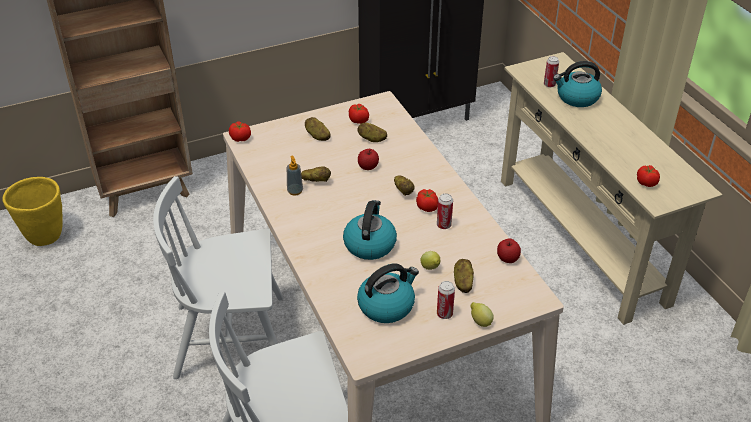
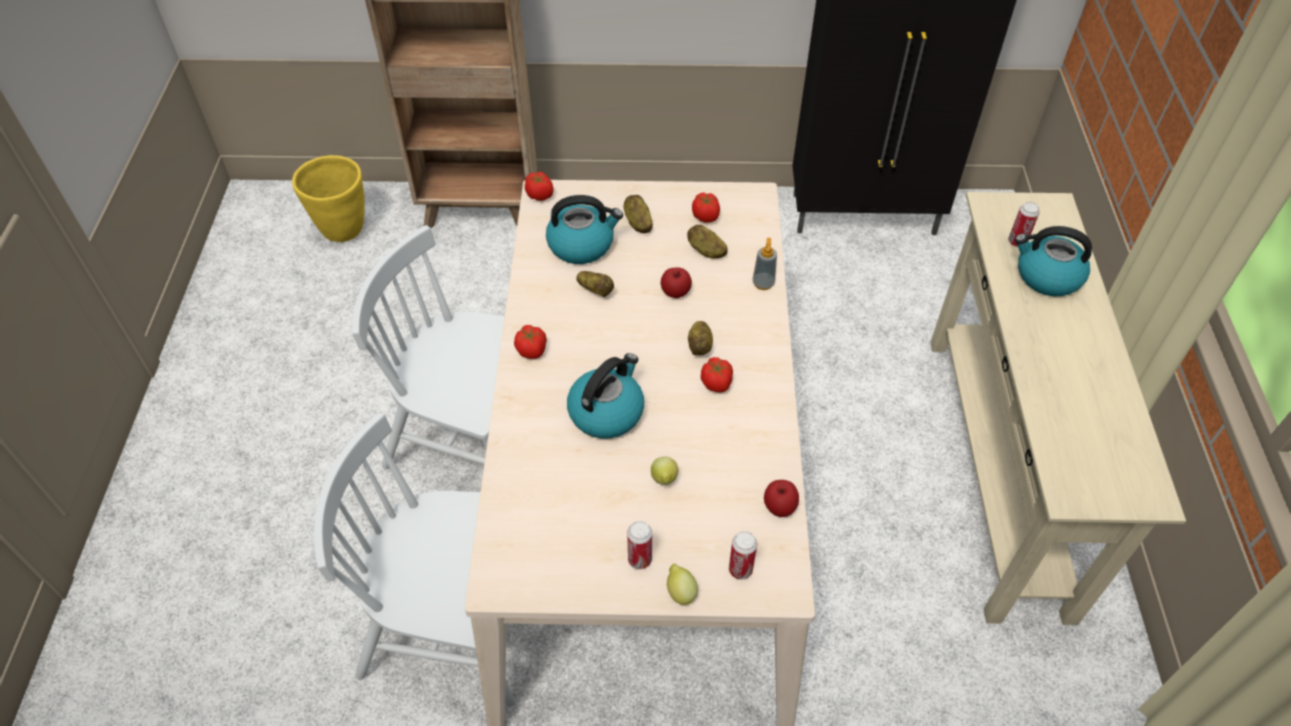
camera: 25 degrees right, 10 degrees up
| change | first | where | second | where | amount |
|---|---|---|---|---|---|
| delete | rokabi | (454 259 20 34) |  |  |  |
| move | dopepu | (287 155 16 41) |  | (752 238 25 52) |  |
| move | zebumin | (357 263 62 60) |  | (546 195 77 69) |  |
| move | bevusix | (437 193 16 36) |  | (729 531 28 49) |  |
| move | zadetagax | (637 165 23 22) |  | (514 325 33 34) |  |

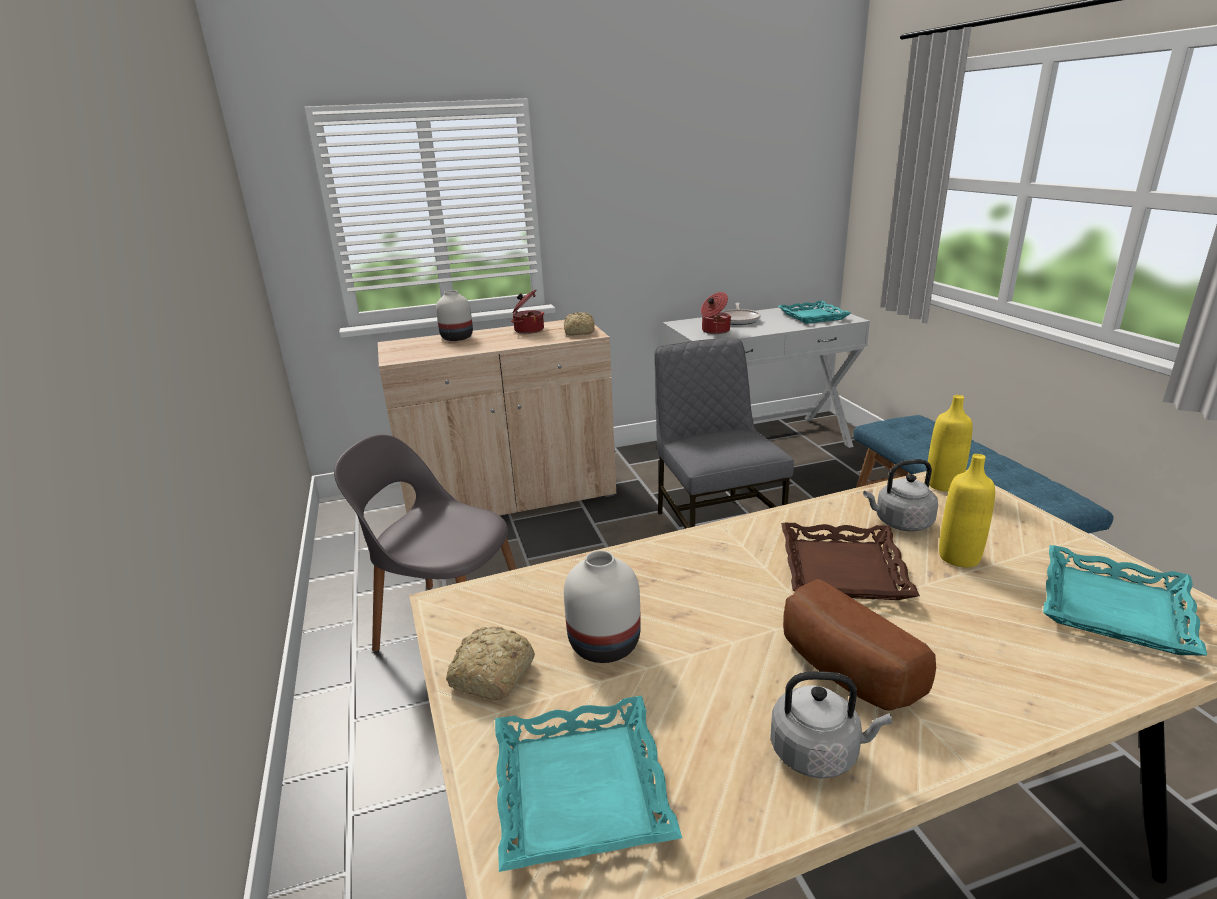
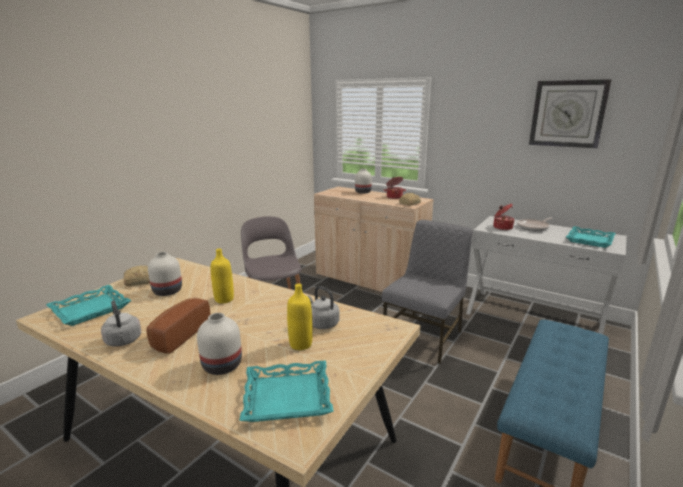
camera: 50 degrees right, 5 degrees down
| change | first | where | second | where | amount |
|---|---|---|---|---|---|
| delete | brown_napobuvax | (781 523 139 77) |  |  |  |
| insert |  |  | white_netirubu | (197 313 45 62) |  |
| insert |  |  | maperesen | (529 79 83 69) |  |
| move | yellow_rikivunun | (928 395 45 96) |  | (211 248 23 56) |  |

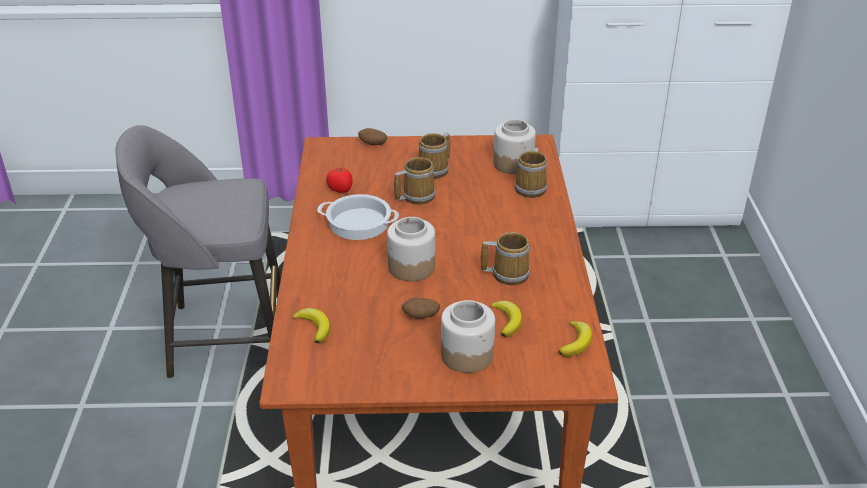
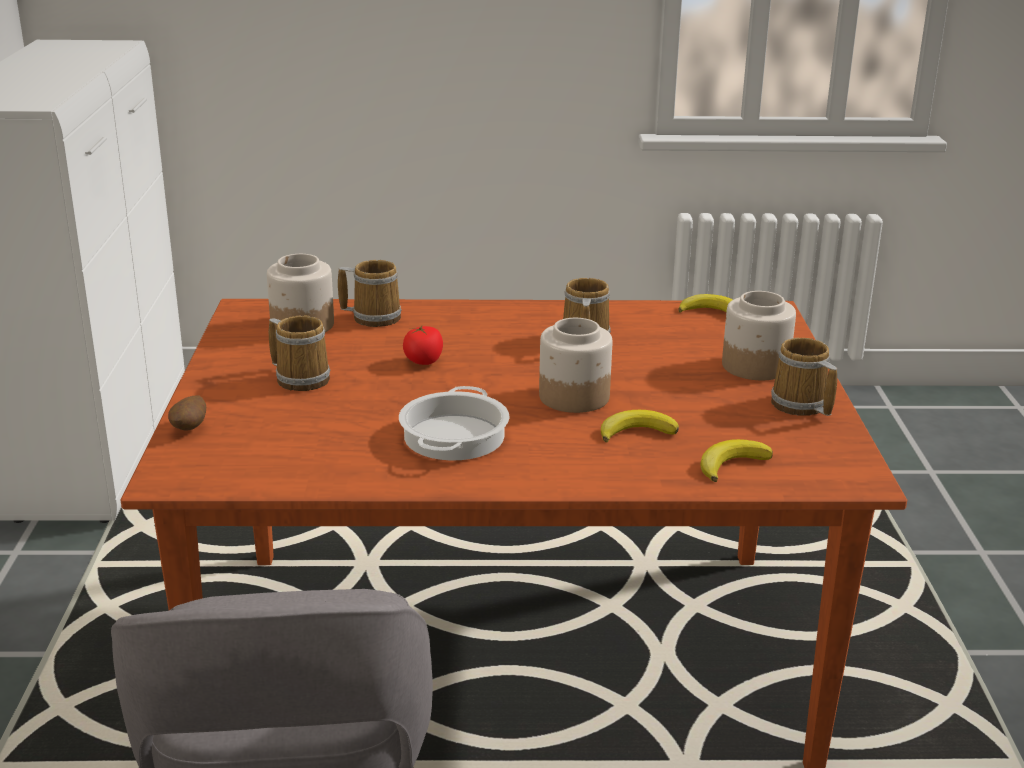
camera: 90 degrees left, 10 degrees down
| change | first | where | second | where | amount |
|---|---|---|---|---|---|
| delete | rokabi | (402 298 38 21) |  |  |  |
| move | zadetagax | (326 166 26 27) |  | (403 326 40 39) |  |
| move | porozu | (394 157 41 48) |  | (771 338 66 78) |  |
| move | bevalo | (490 301 32 36) |  | (601 410 78 32) |  |

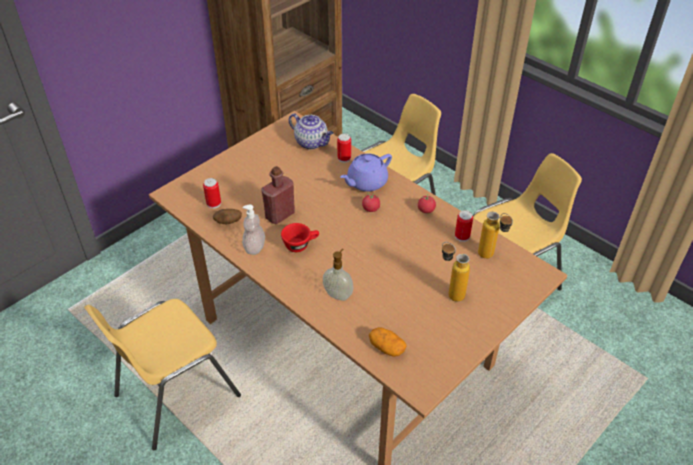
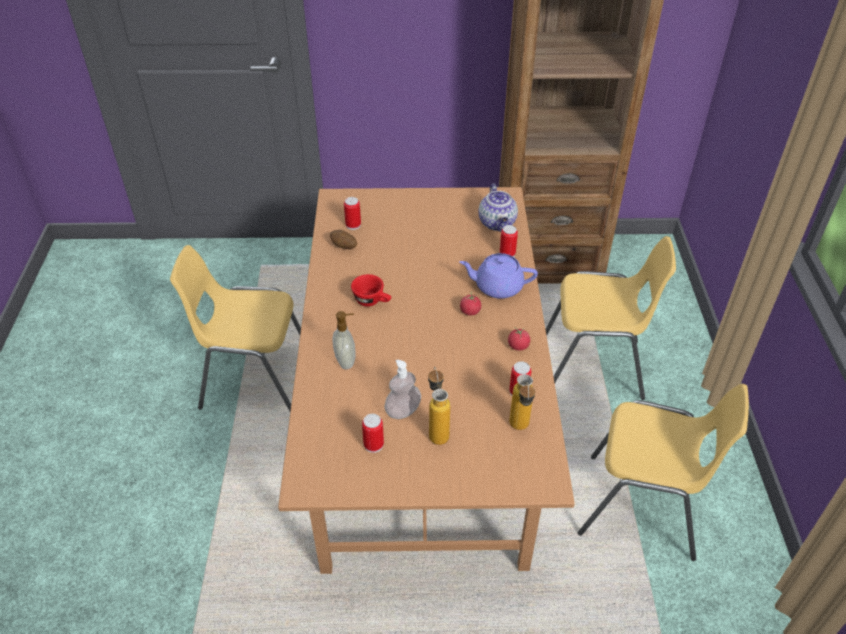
camera: 45 degrees right, 0 degrees up
| change | first | where | second | where | amount |
|---|---|---|---|---|---|
| delete | red_rikivunun | (261 166 34 58) |  |  |  |
| delete | rokabi | (369 327 38 30) |  |  |  |
| insert |  |  | bevusix | (362 414 22 39) |  |
| move | dopepu | (242 205 23 50) |  | (384 360 37 59) |  |

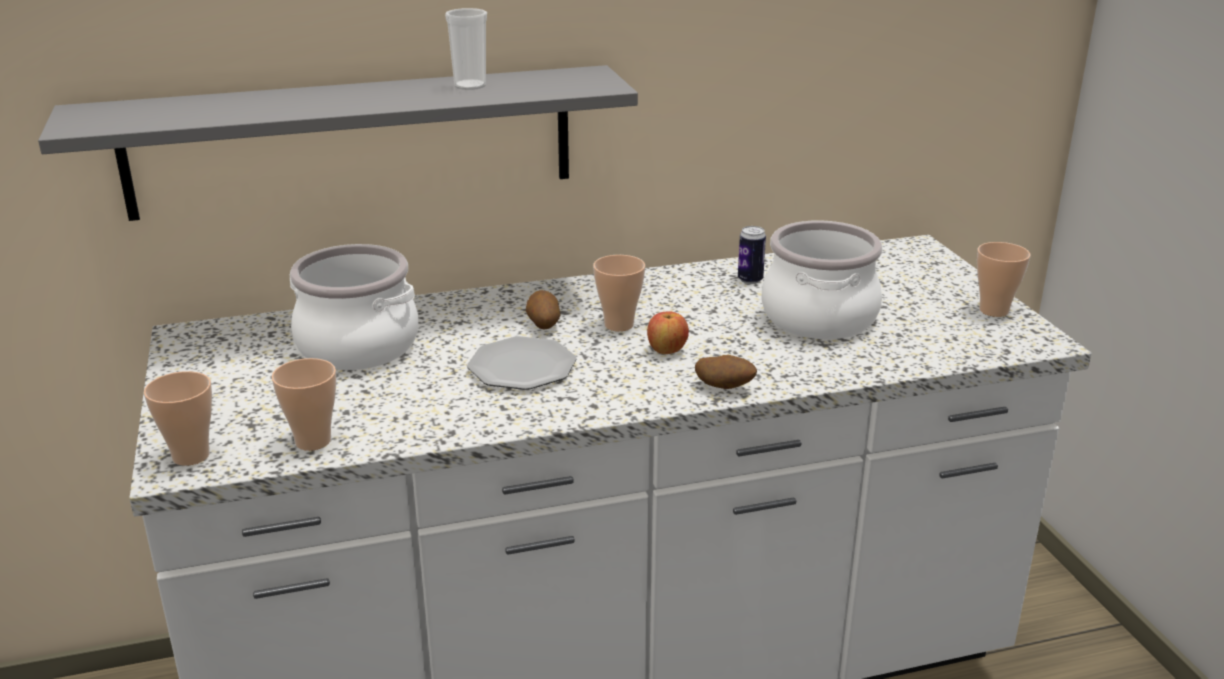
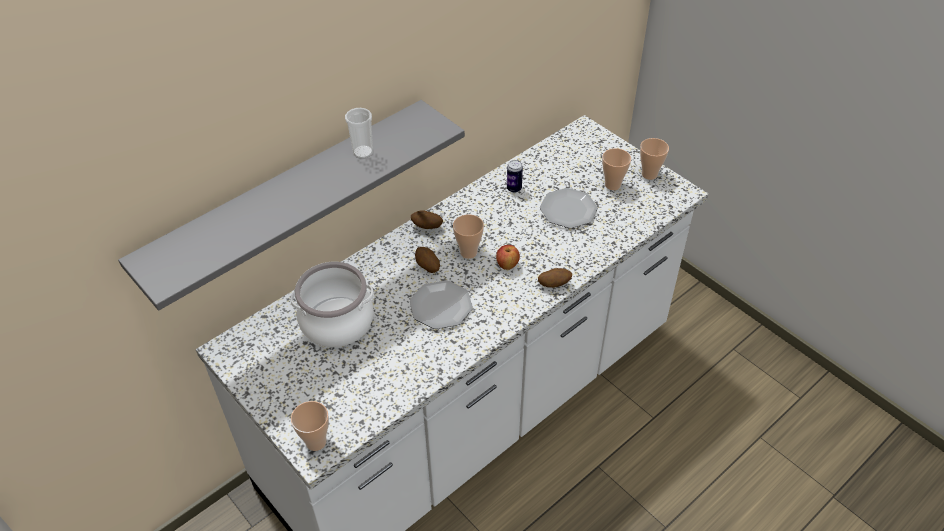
camera: 25 degrees left, 20 degrees up
| change | first | where | second | where | amount |
|---|---|---|---|---|---|
| insert |  |  | rokabi | (411 210 32 19) |  |
| move | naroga | (271 358 65 93) |  | (602 148 29 42) |  |
| replace | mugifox | (762 220 120 119) | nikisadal | (540 188 58 40) |  |

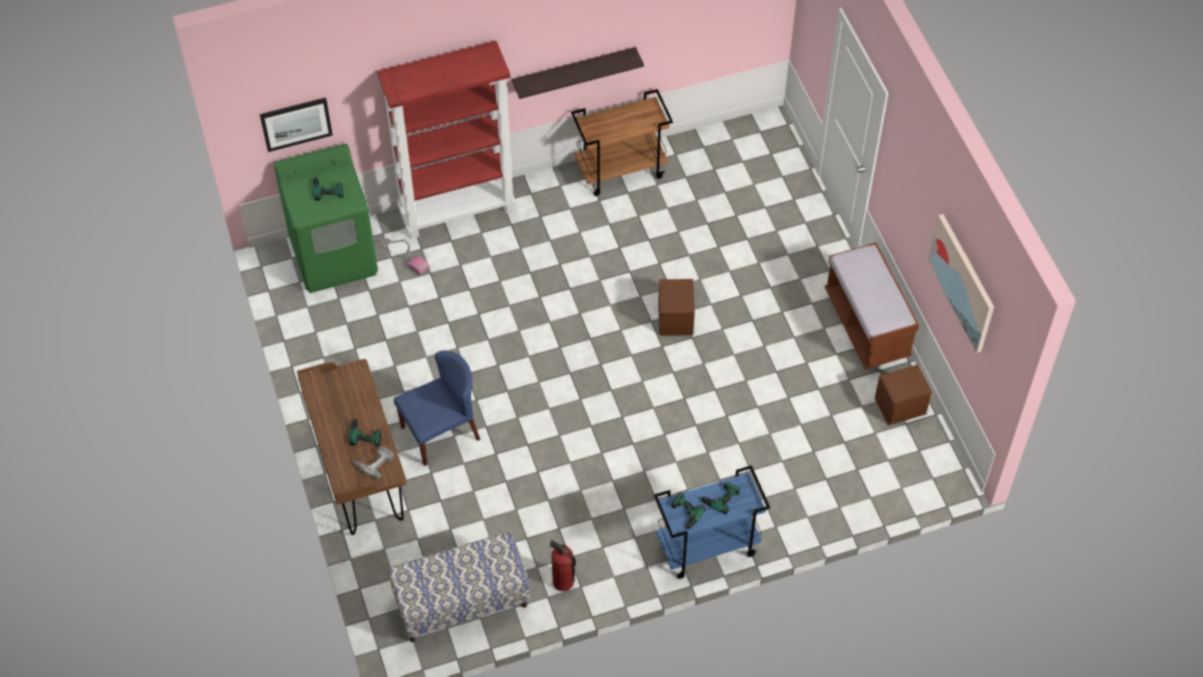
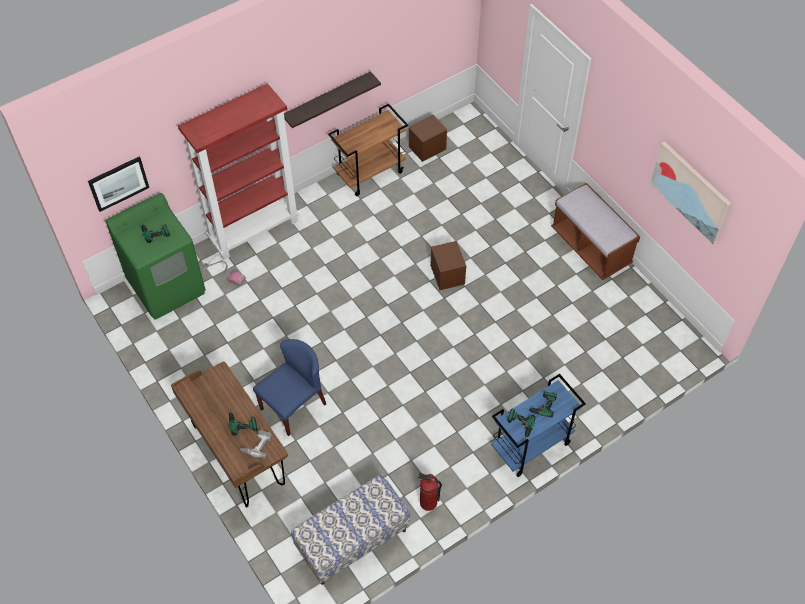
camera: 15 degrees left, 0 degrees up
| change | first | where | second | where | amount |
|---|---|---|---|---|---|
| move | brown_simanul | (874 364 58 62) |  | (408 115 39 47) |  |

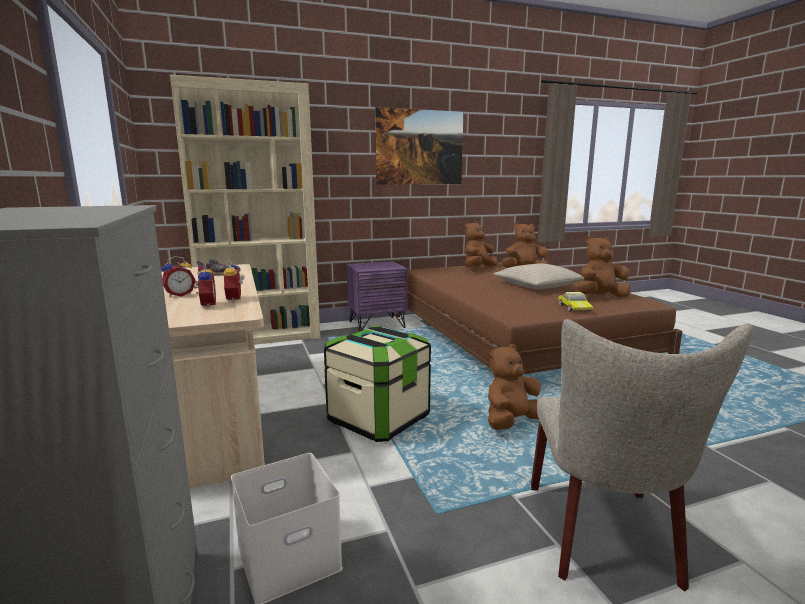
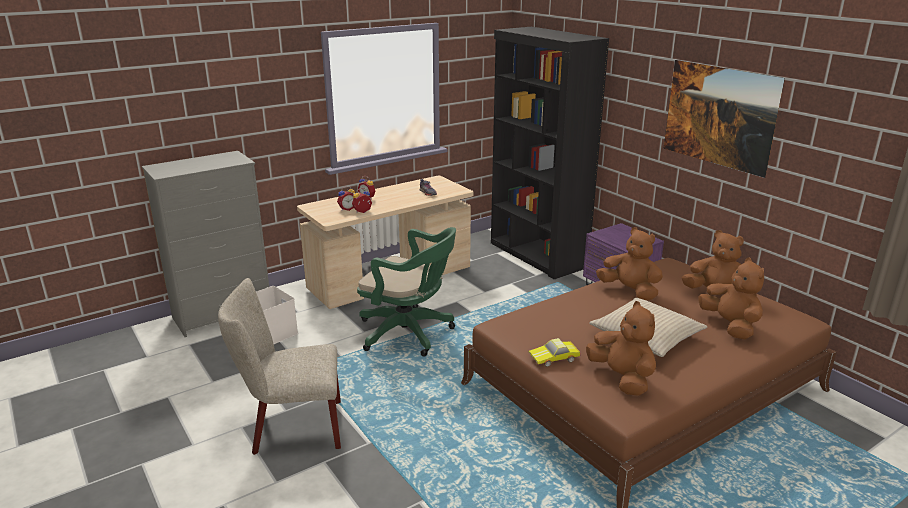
camera: 75 degrees right, 10 degrees up
| change | first | where | second | where | amount |
|---|---|---|---|---|---|
| move | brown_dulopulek | (488 344 53 86) |  | (596 227 67 73) |  |
| replace | simanul | (324 326 107 116) | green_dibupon | (357 227 99 129) |  |
| recolor | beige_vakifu | (170 75 150 270) | black_vakifu | (491 27 118 252) |  |

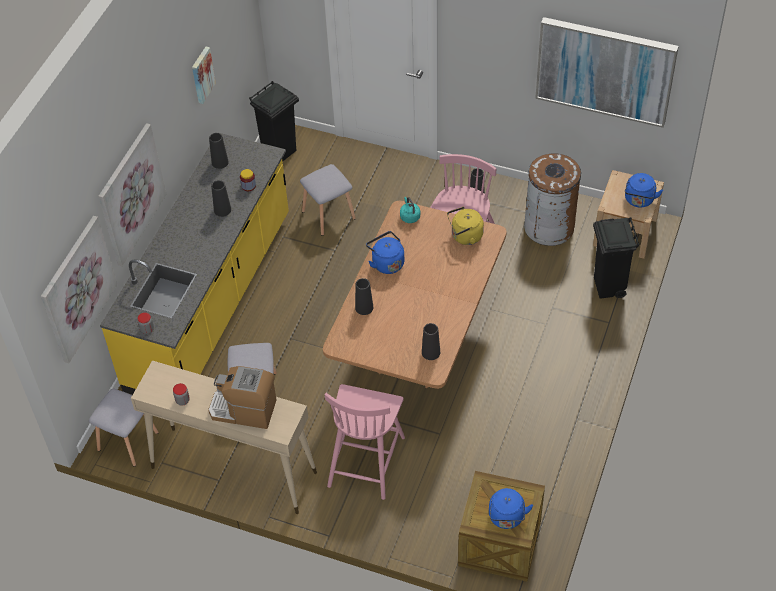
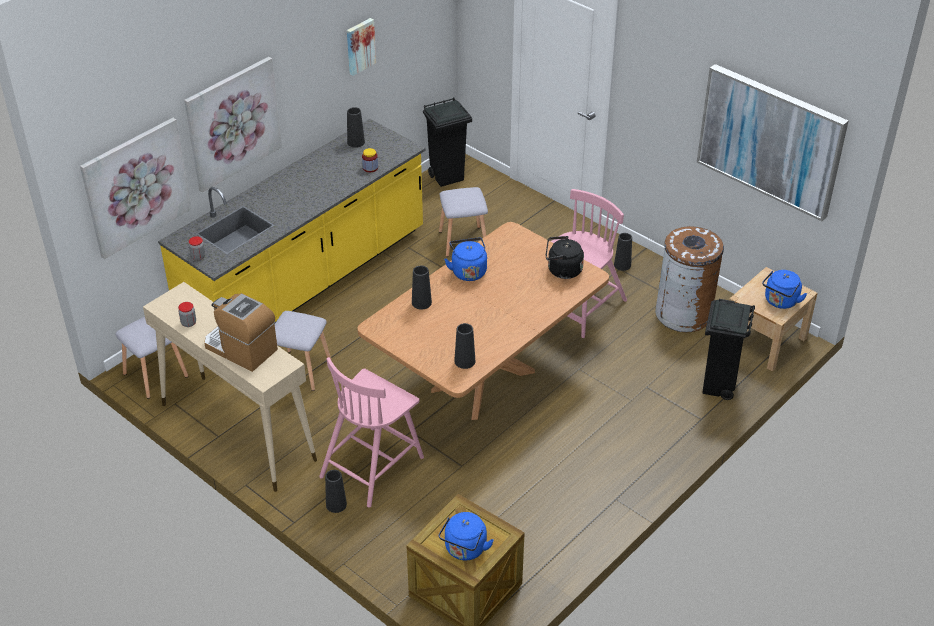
camera: 20 degrees right, 10 degrees down
| change | first | where | second | where | amount |
|---|---|---|---|---|---|
| delete | turquoise_zebumin | (400 197 20 26) |  |  |  |
| move | black_netirubu | (211 180 20 37) |  | (325 470 22 43) |  |
| recolor | yellow_zebumin | (447 207 37 38) | black_zebumin | (546 236 38 43) |  |

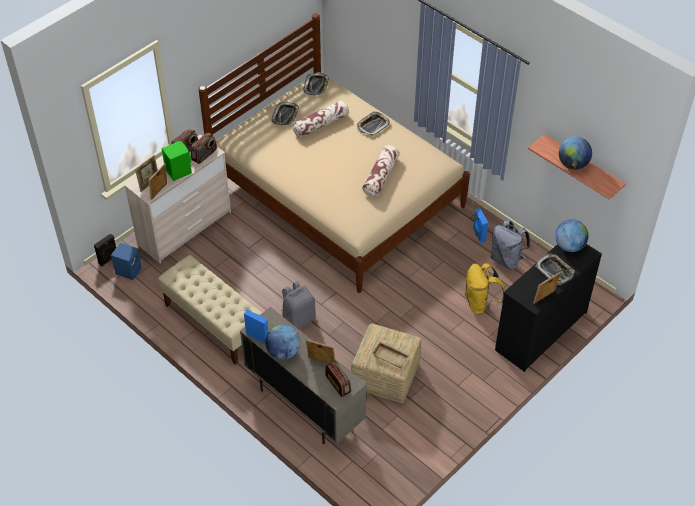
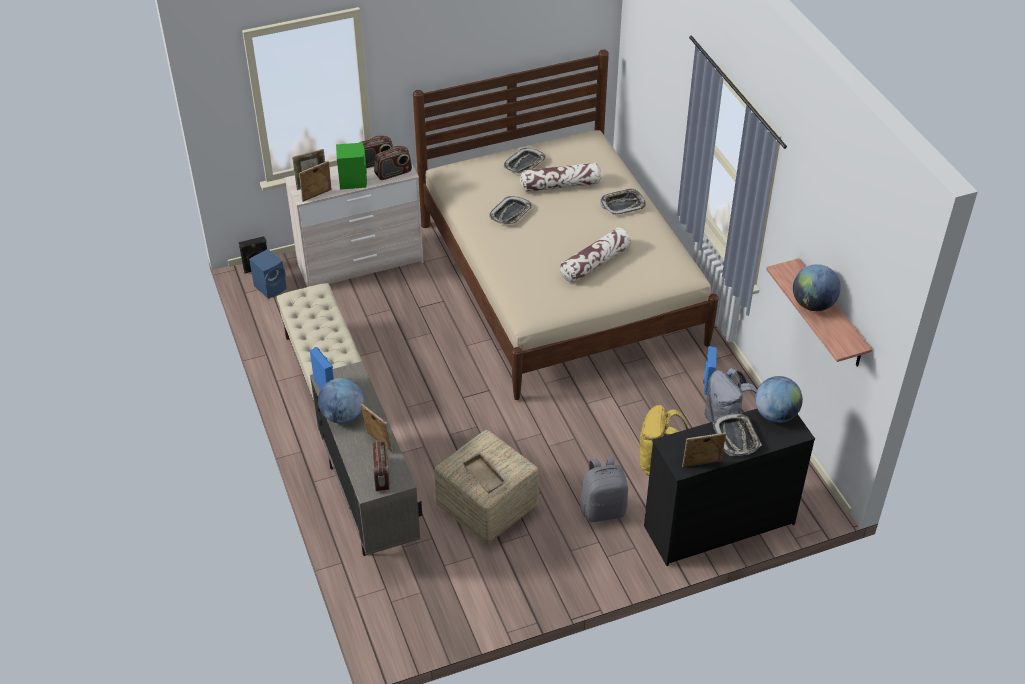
camera: 25 degrees right, 5 degrees down
| change | first | where | second | where | amount |
|---|---|---|---|---|---|
| move | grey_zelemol | (281 281 35 48) |  | (580 456 48 66) |  |
| move | napobuvax | (304 73 25 22) |  | (489 196 43 28) |  |

